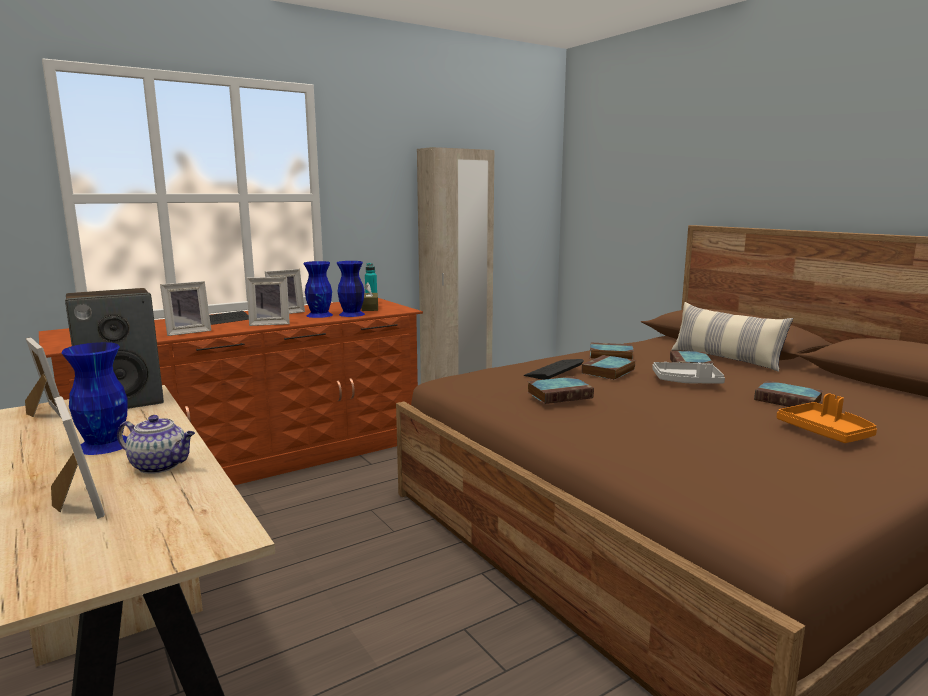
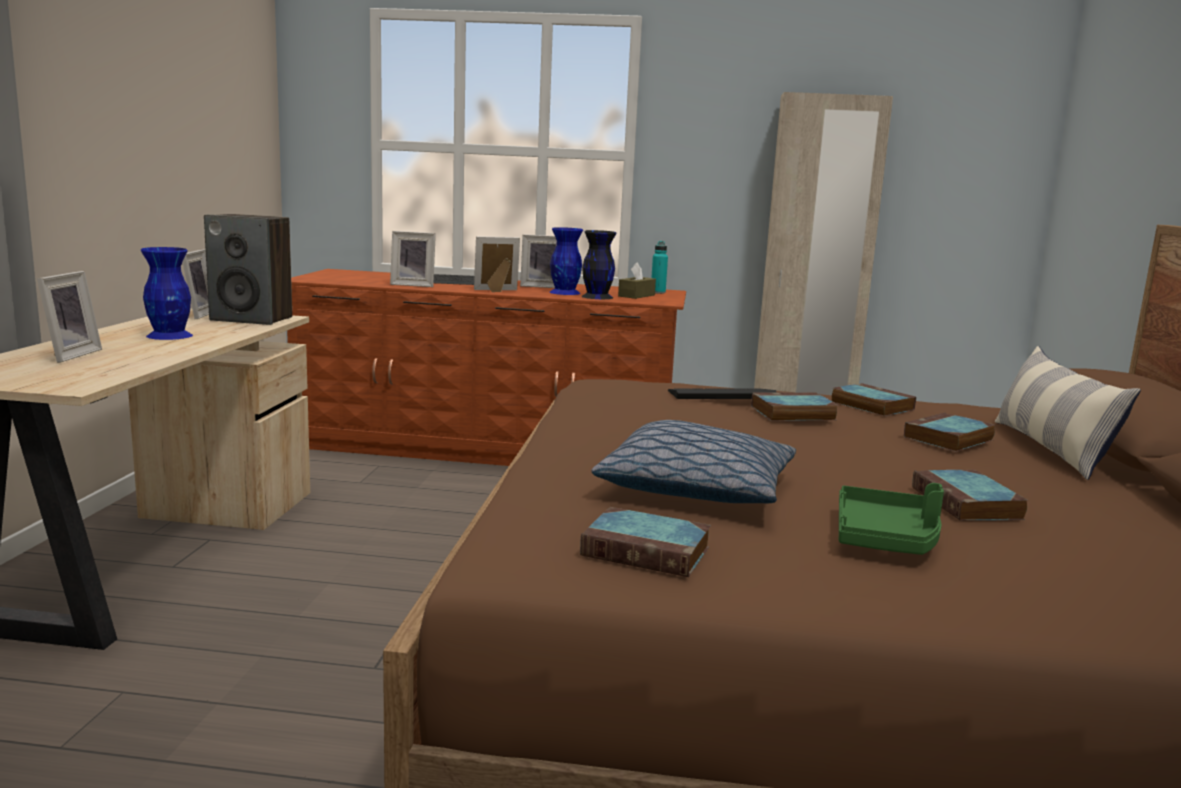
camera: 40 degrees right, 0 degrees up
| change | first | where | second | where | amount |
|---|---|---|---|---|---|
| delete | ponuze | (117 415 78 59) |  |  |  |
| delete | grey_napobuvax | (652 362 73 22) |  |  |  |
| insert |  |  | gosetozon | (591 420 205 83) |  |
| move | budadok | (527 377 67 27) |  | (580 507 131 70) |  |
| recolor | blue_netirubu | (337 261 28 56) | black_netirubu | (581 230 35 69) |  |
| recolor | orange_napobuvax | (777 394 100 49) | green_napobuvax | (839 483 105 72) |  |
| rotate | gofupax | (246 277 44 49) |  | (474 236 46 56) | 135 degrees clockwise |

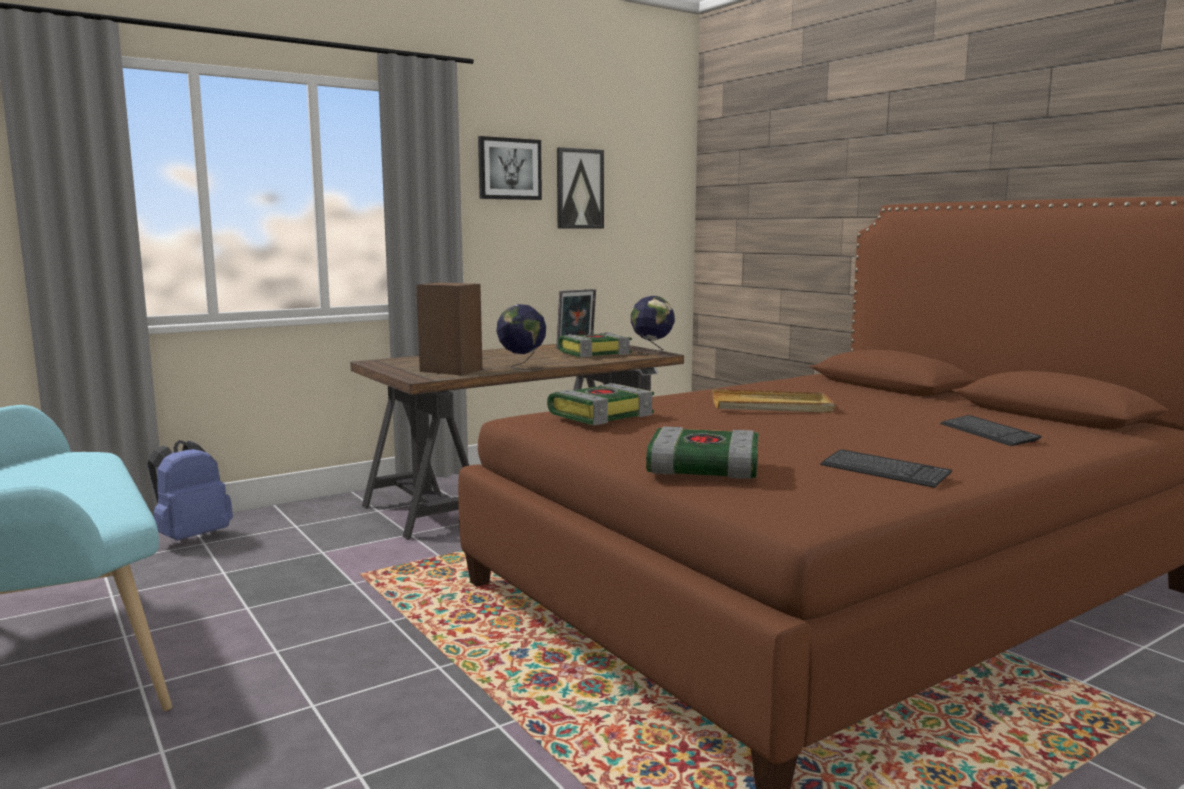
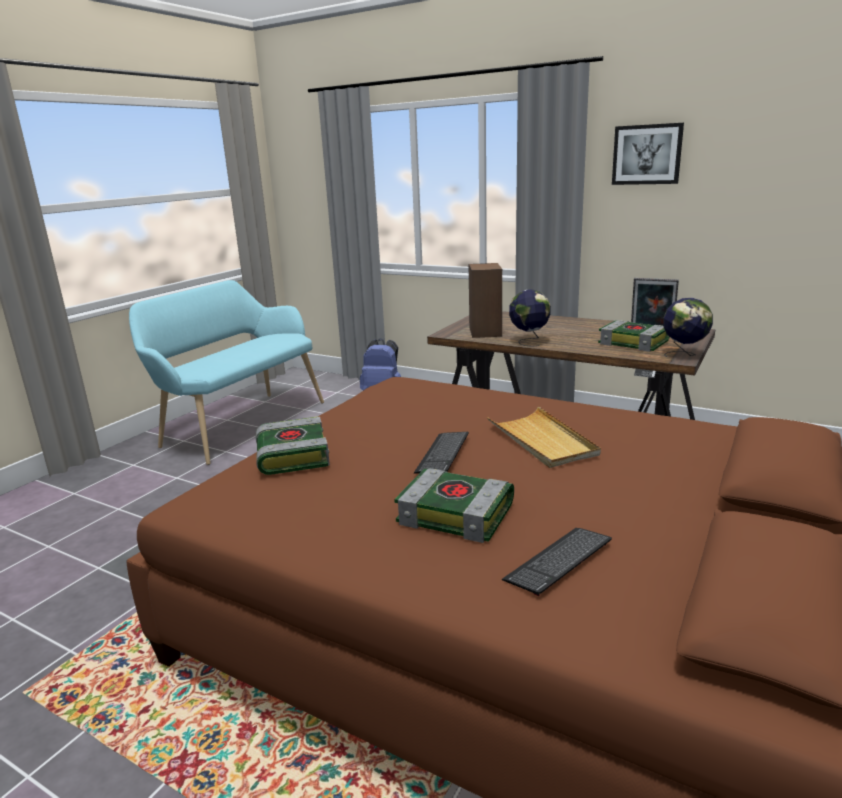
camera: 65 degrees right, 10 degrees up
| change | first | where | second | where | amount |
|---|---|---|---|---|---|
| delete | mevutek | (557 147 47 82) |  |  |  |
| move | budadok | (547 383 107 42) |  | (394 468 120 75) |  |
| move | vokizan | (820 449 132 39) |  | (414 432 55 41) |  |

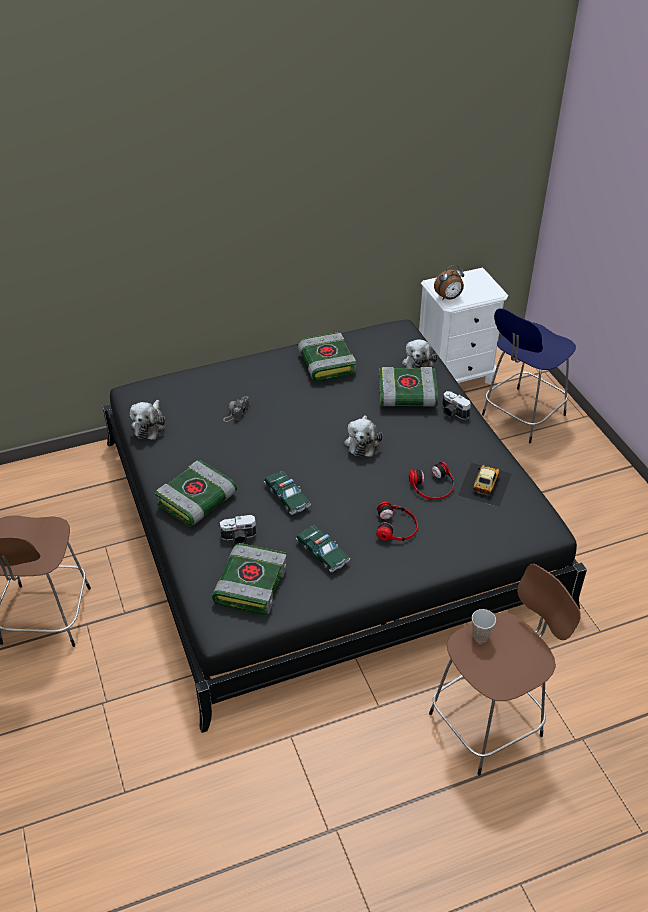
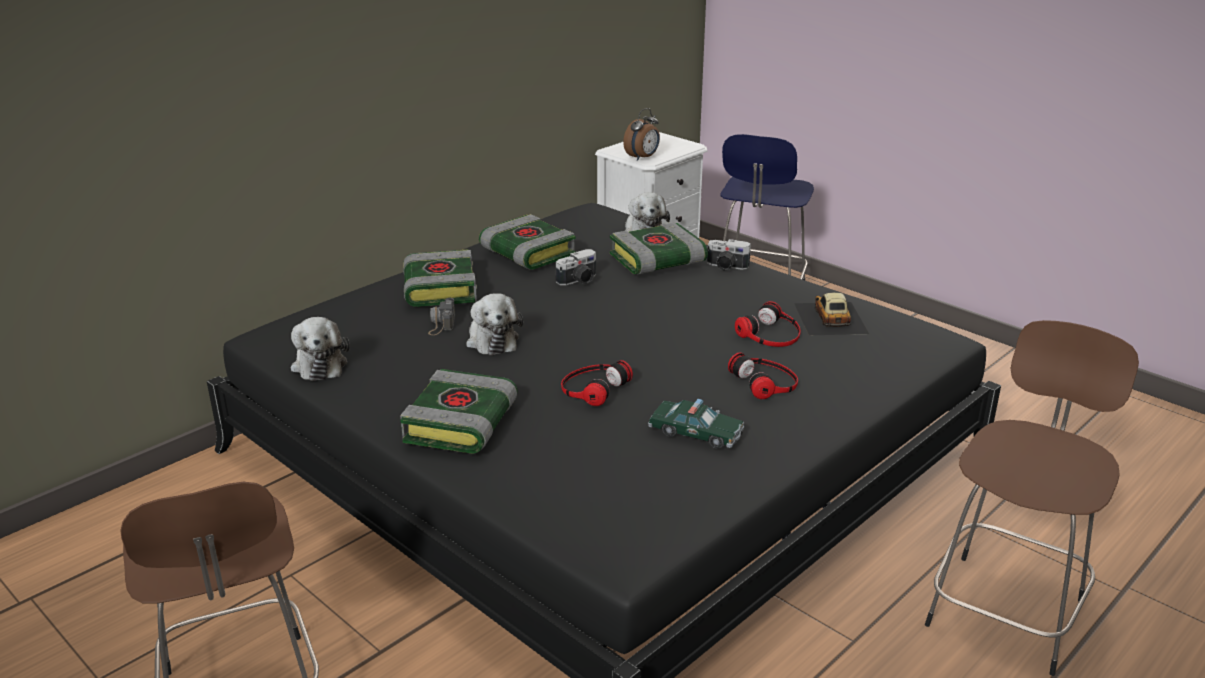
camera: 25 degrees left, 15 degrees down
| change | first | where | second | where | amount |
|---|---|---|---|---|---|
| delete | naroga | (472 609 24 33) |  |  |  |
| move | budadok | (212 543 75 72) |  | (403 249 74 58) |  |
| move | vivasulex | (220 515 36 29) |  | (556 249 40 36) |  |
| move | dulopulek | (344 415 38 42) |  | (466 293 57 62) |  |
| replace | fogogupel | (264 471 47 44) | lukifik | (561 360 72 46) |  |

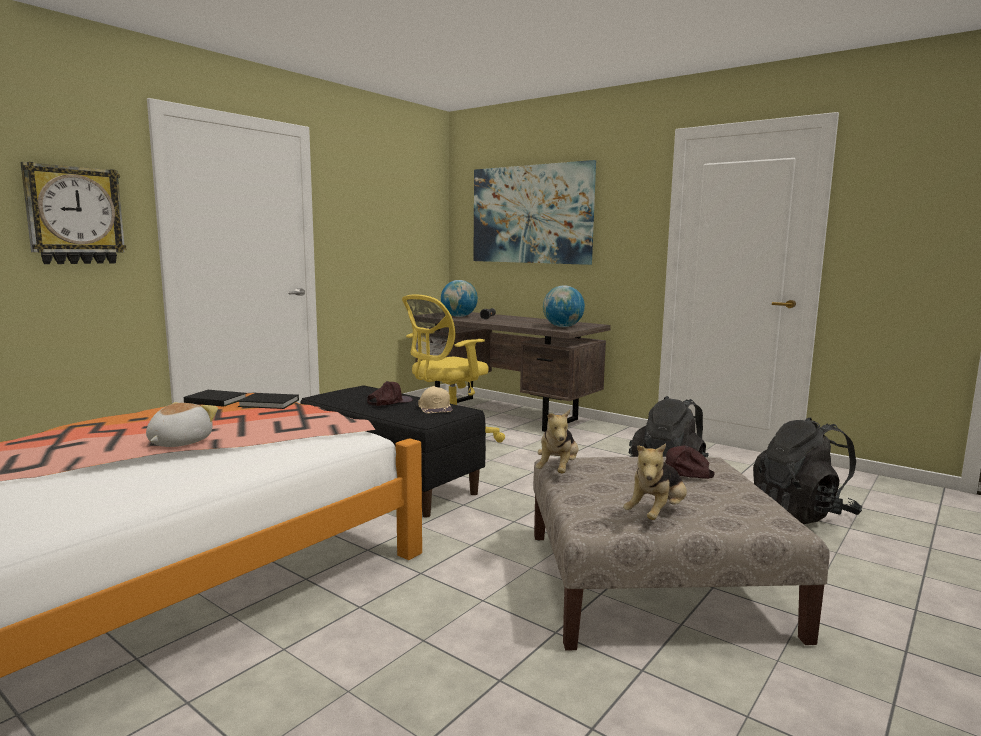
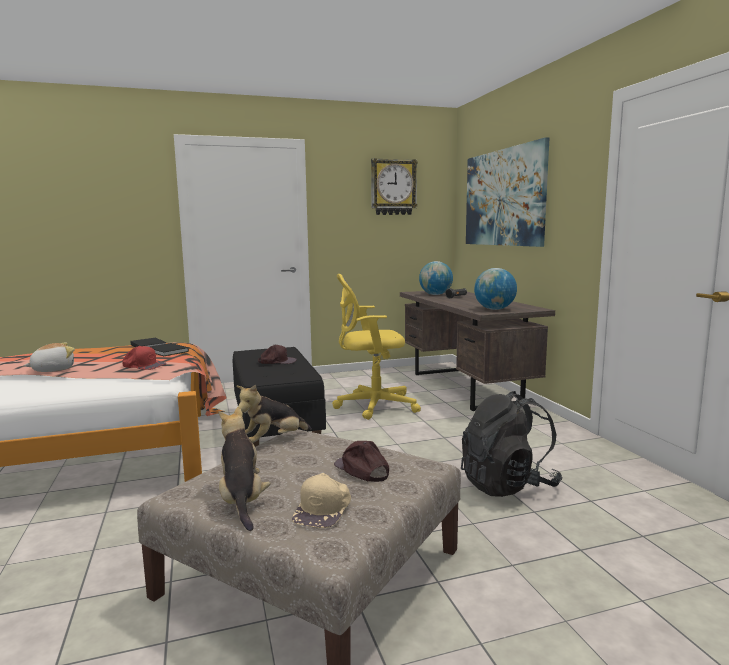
camera: 35 degrees right, 0 degrees up
| change | first | where | second | where | amount |
|---|---|---|---|---|---|
| delete | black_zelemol | (753 418 109 106) |  |  |  |
| insert |  |  | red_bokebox | (122 346 44 24) |  |
| move | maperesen | (20 162 106 102) |  | (371 158 47 57) |  |
| move | beige_bokebox | (418 386 35 27) |  | (292 473 59 55) |  |
| rotate | dulopulek | (623 443 64 77) |  | (219 407 52 124) | 90 degrees clockwise |

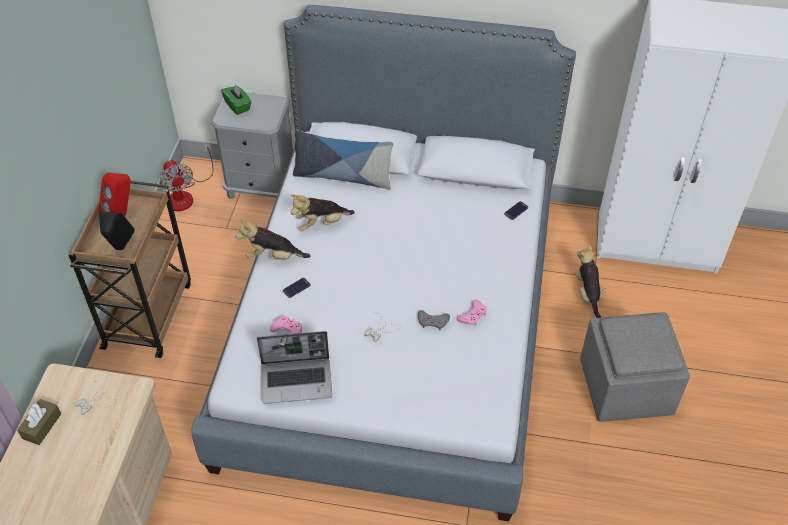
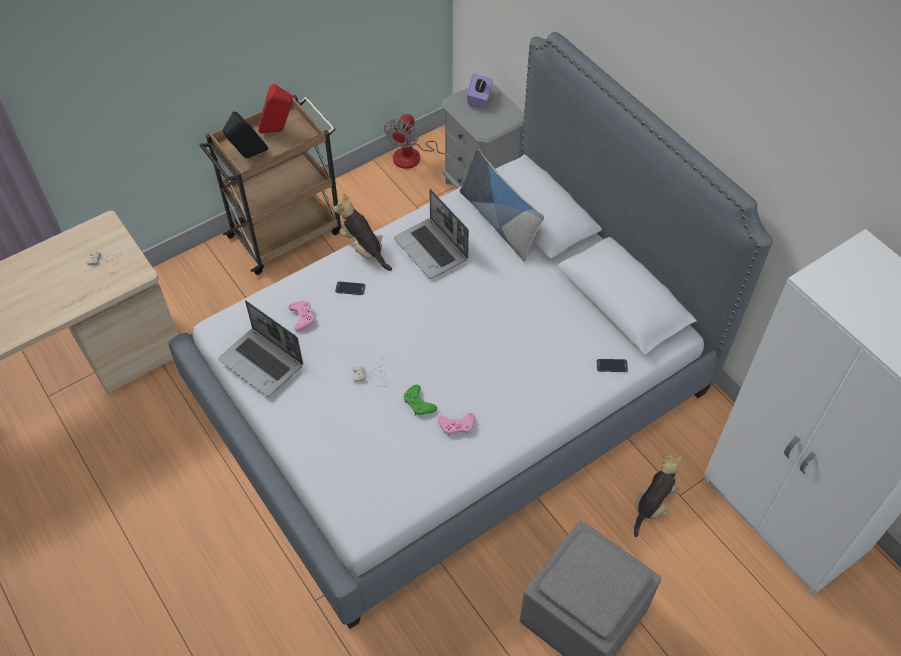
camera: 45 degrees right, 5 degrees up
| change | first | where | second | where | amount |
|---|---|---|---|---|---|
| delete | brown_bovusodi | (17 399 44 46) |  |  |  |
| replace | dulopulek | (291 194 64 37) | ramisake | (394 189 75 90) |  |
| recolor | green_bovusodi | (221 83 31 32) | purple_bovusodi | (467 73 25 35) |  |
| recolor | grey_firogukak | (418 310 32 20) | green_firogukak | (404 385 33 30) |  |

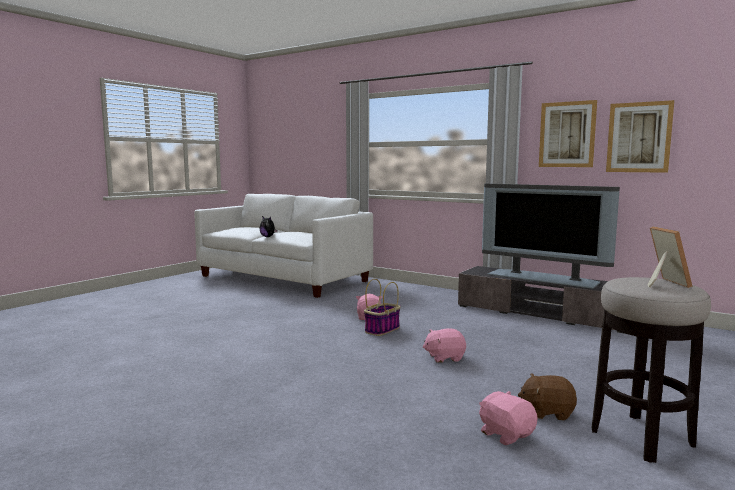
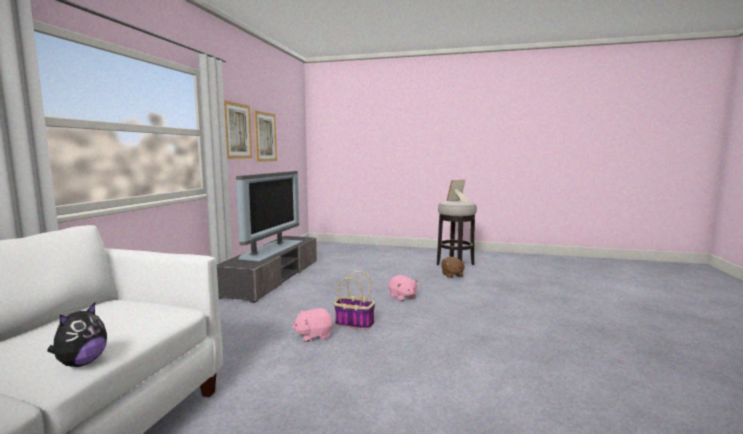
camera: 110 degrees left, 0 degrees up
| change | first | where | second | where | amount |
|---|---|---|---|---|---|
| delete | pink_dulopulek | (479 391 59 54) |  |  |  |

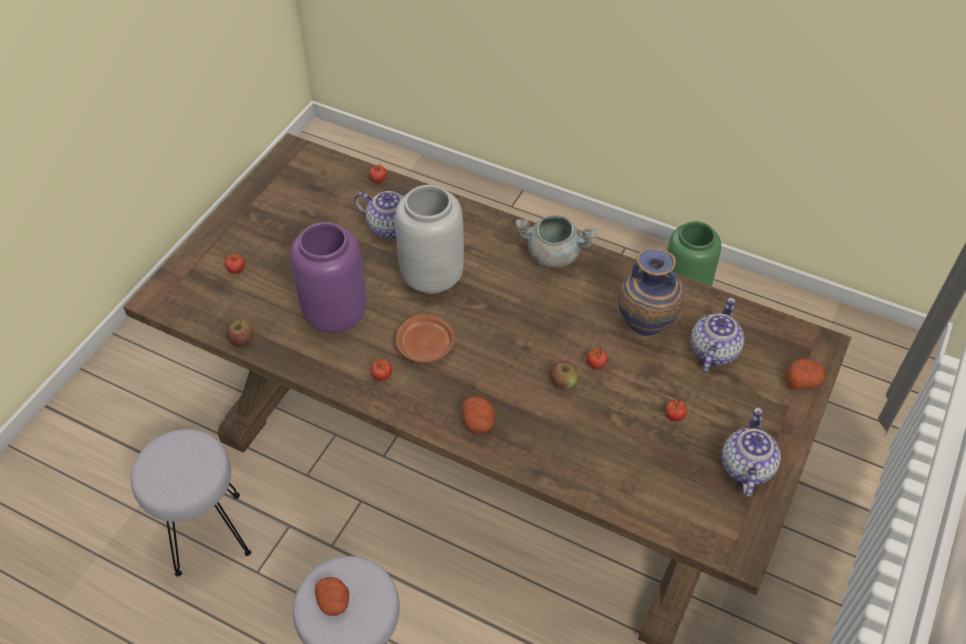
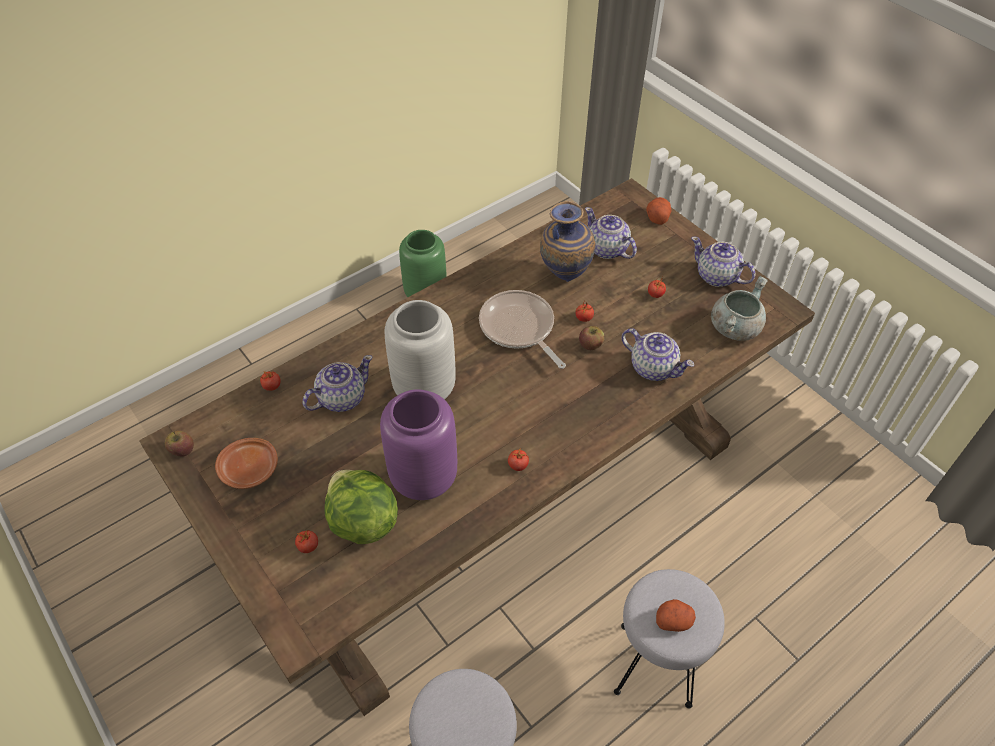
camera: 65 degrees left, 0 degrees up
| change | first | where | second | where | amount |
|---|---|---|---|---|---|
| delete | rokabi | (462 397 33 37) |  |  |  |
| insert |  |  | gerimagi | (324 470 74 74) |  |
| insert |  |  | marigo | (479 290 87 79) |  |
| insert |  |  | ponuze | (622 328 72 53) |  |
| move | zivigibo | (227 320 26 28) |  | (165 431 29 26) |  |
| move | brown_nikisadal | (396 314 59 49) |  | (215 438 63 51) |  |
| move | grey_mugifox | (515 215 82 53) |  | (711 276 57 65) |  |

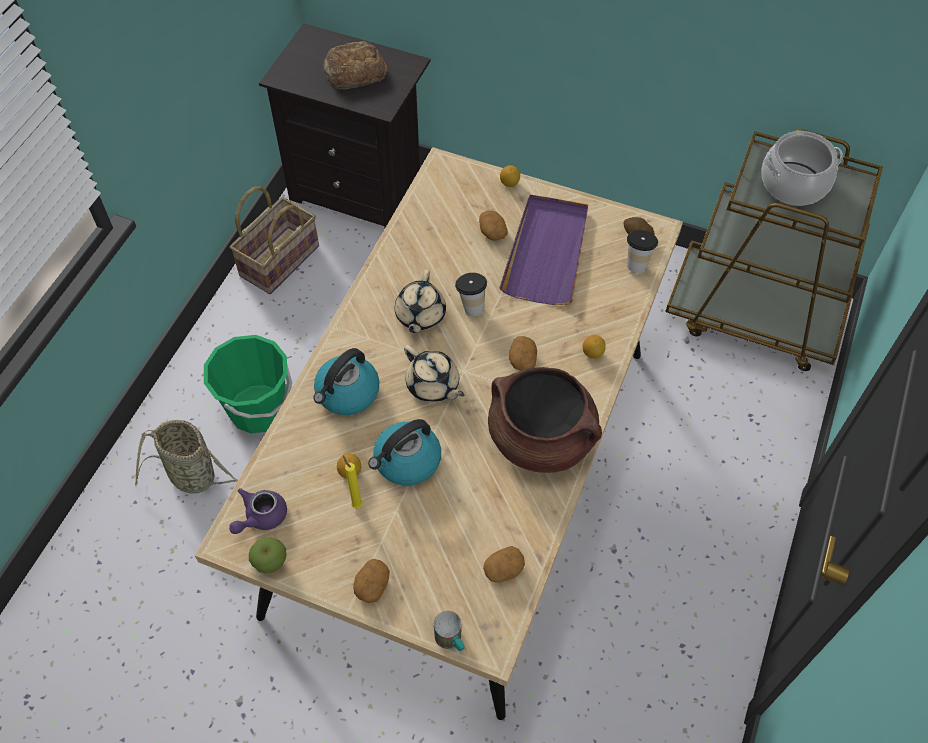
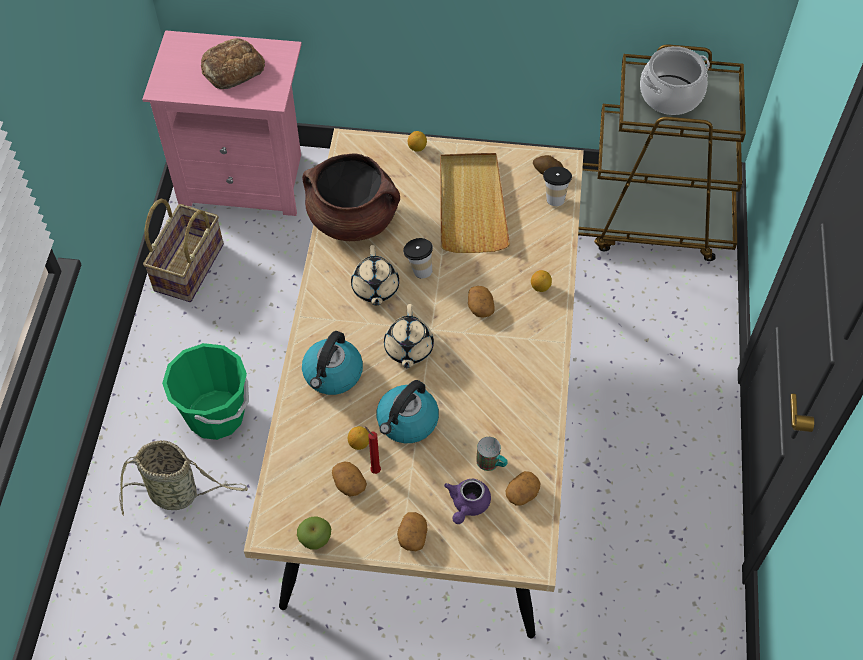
camera: 15 degrees left, 0 degrees up
| change | first | where | second | where | amount |
|---|---|---|---|---|---|
| move | purple_ponuze | (229 488 58 46) |  | (444 479 47 45) |  |
| move | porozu | (434 611 31 40) |  | (476 437 32 34) |  |
| move | rokabi | (479 211 29 29) |  | (332 461 35 35) |  |
| move | brown_mugifox | (488 367 114 106) |  | (302 153 98 88) |  |
| recolor | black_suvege | (259 23 172 205) | pink_suvege | (142 30 160 186) |  |
| recolor | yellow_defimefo | (343 455 20 54) | red_defimefo | (365 426 16 48) |  |
| recolor | purple_napobuvax | (499 195 89 110) | beige_napobuvax | (440 153 70 100) |  |
| rotate | beige_ponuze | (404 345 60 57) |  | (384 304 50 64) | 60 degrees clockwise |

